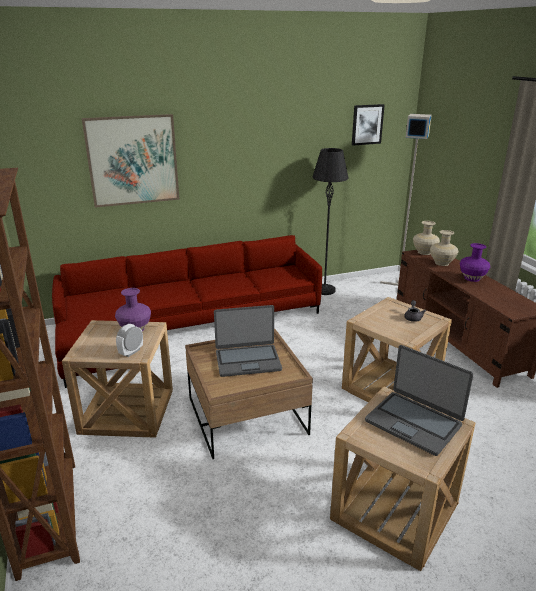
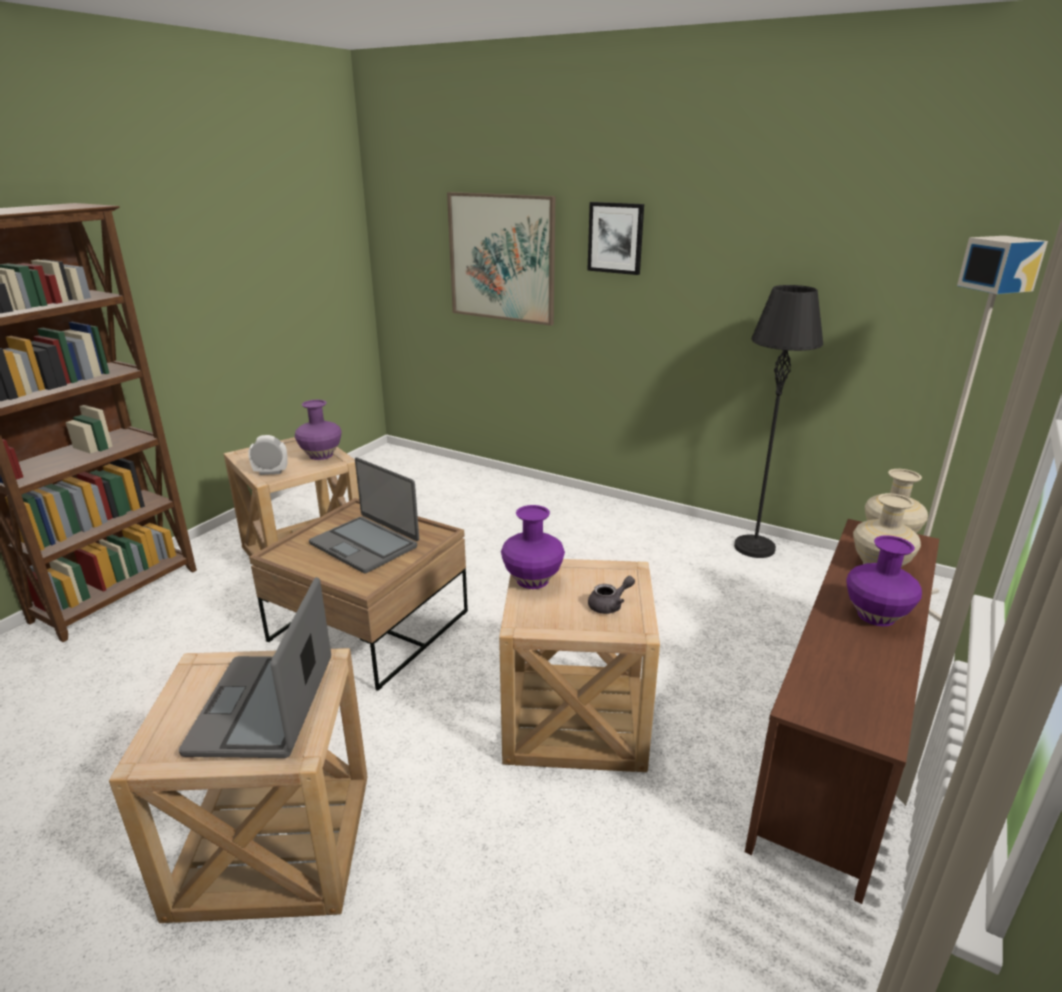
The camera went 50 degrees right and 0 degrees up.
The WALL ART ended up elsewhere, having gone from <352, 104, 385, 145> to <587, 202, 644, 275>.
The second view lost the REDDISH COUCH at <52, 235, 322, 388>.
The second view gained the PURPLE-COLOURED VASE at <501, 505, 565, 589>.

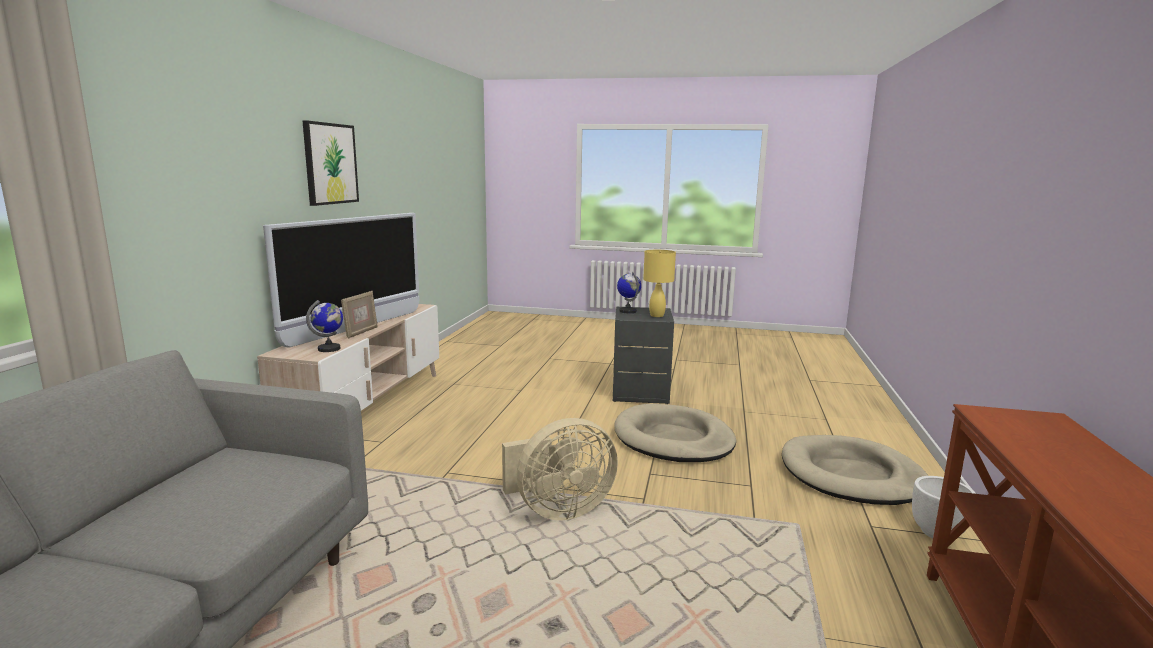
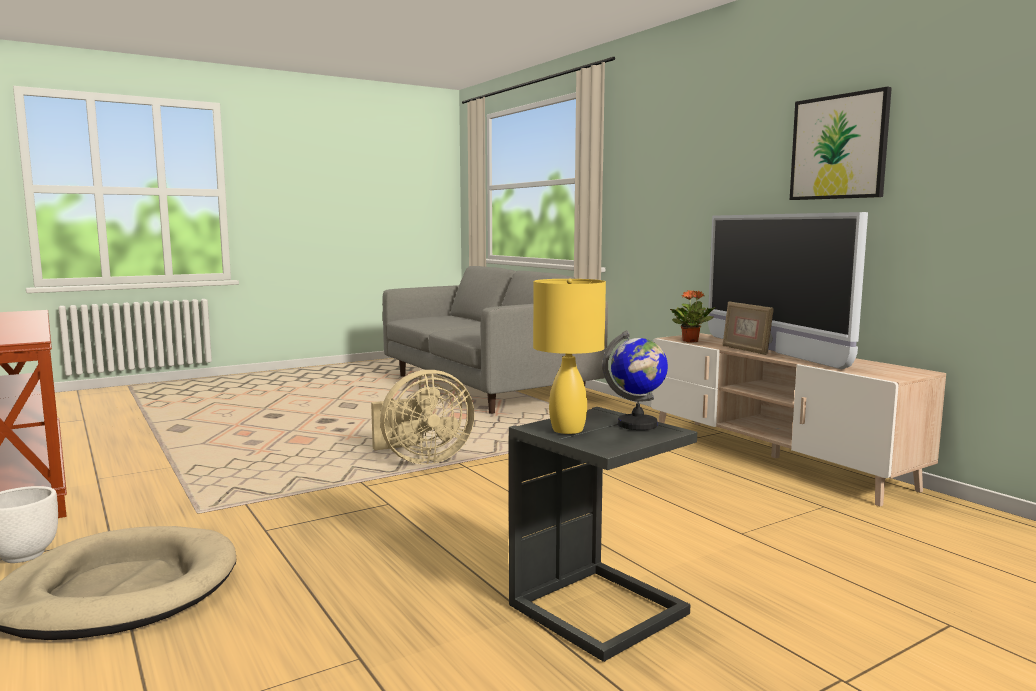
The camera went 135 degrees right and 5 degrees down.
Where the WORLD GLOBE stood at <306, 300, 343, 352>, the HOUSEPLANT came to stand at <670, 290, 716, 343>.
The second view lost the BEIGE DOG CUSHION at <614, 404, 736, 462>.
The BEIGE COOLING FAN at <502, 418, 618, 520> ended up facing another way, 135 degrees counterclockwise from before.

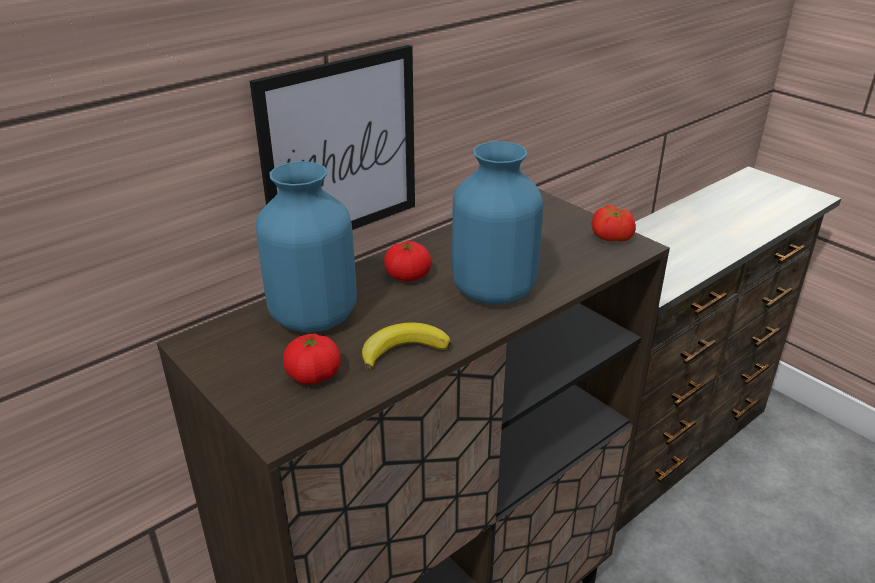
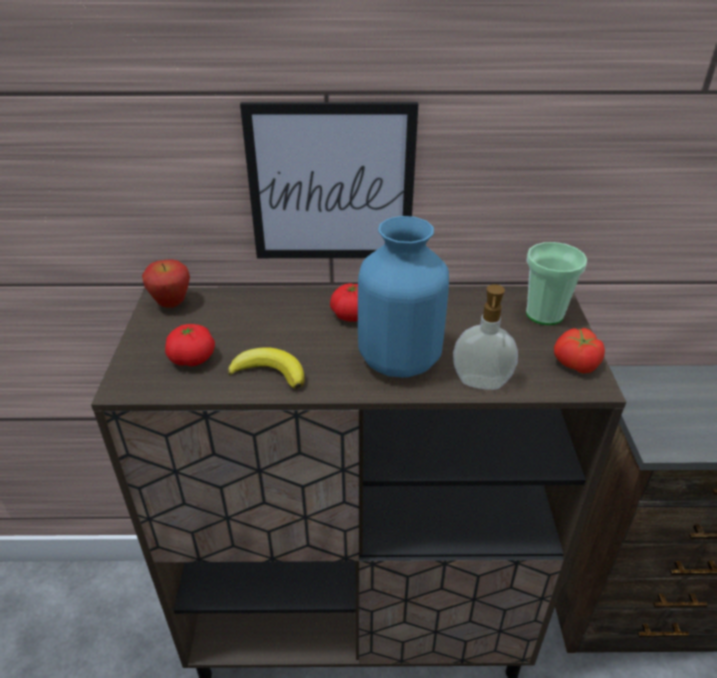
The camera went 40 degrees right and 5 degrees up.
The second view lost the BLUISH VASE at <256, 161, 357, 333>.
The second view gained the CUP at <526, 242, 587, 325>.
The second view gained the WHOLE APPLE at <142, 259, 190, 308>.
The second view gained the SOAP DISPENSER at <453, 284, 518, 390>.

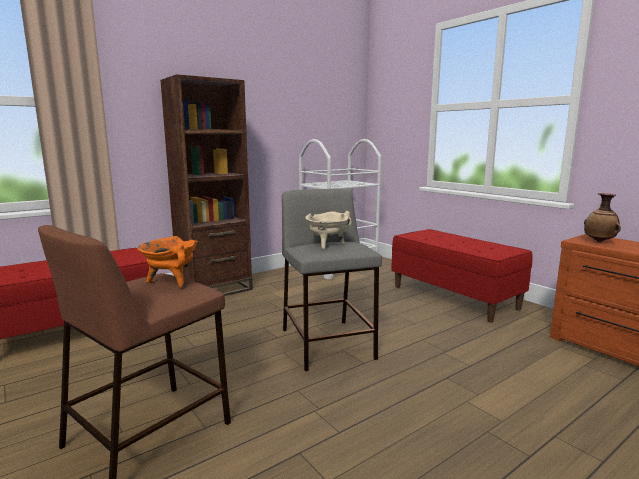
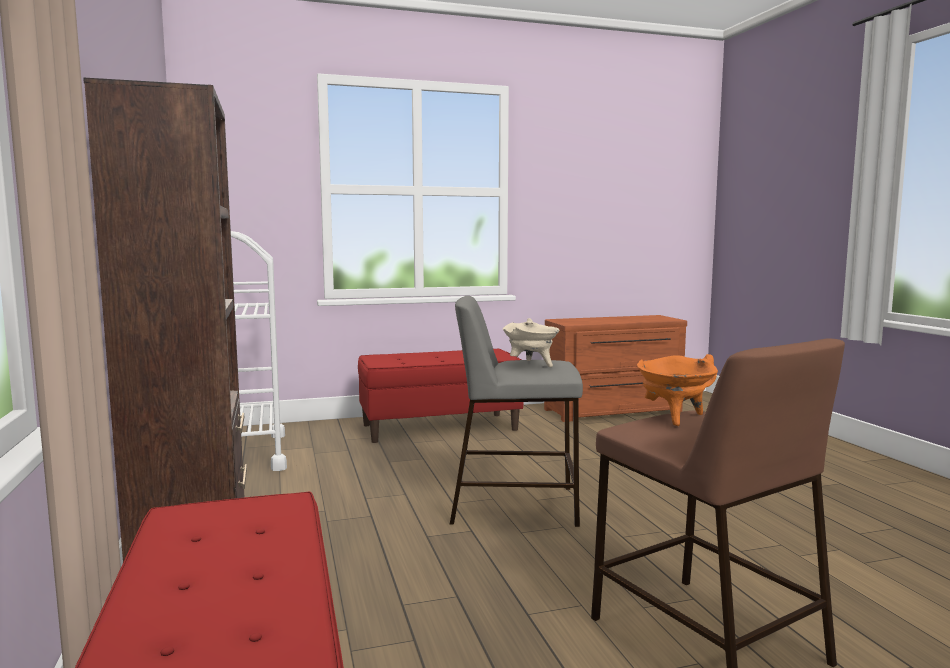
The camera went 70 degrees left and 5 degrees down.
The second view lost the VASE at <584, 193, 621, 242>.

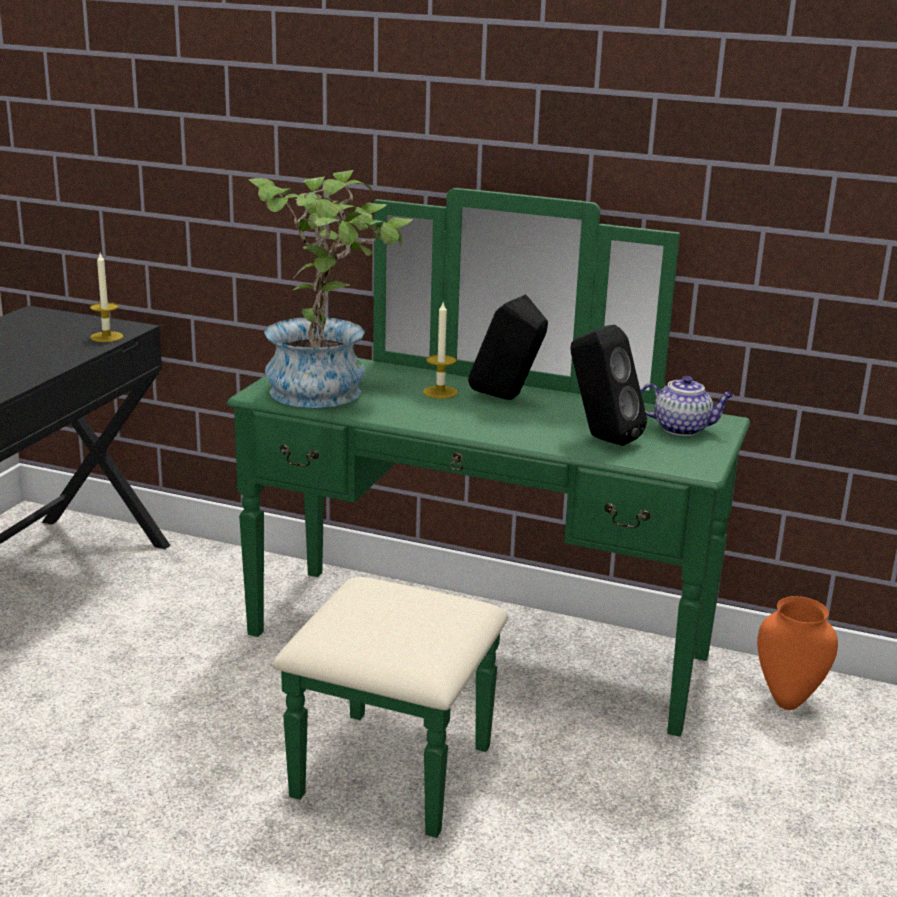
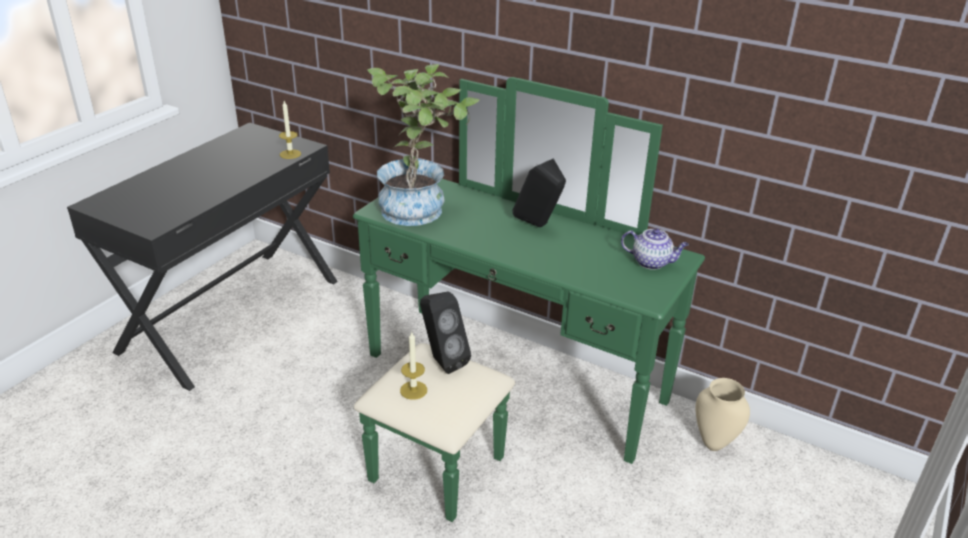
The camera went 10 degrees right and 10 degrees up.
The WAX LIGHT ended up elsewhere, having gone from <423, 302, 458, 399> to <400, 332, 427, 400>.
The BLACK-COLOURED SPEAKER ended up elsewhere, having gone from <570, 325, 647, 446> to <420, 291, 471, 374>.
What was the ORANGE VASE at <757, 596, 838, 710> turned into the BEIGE VASE at <695, 378, 750, 451>.

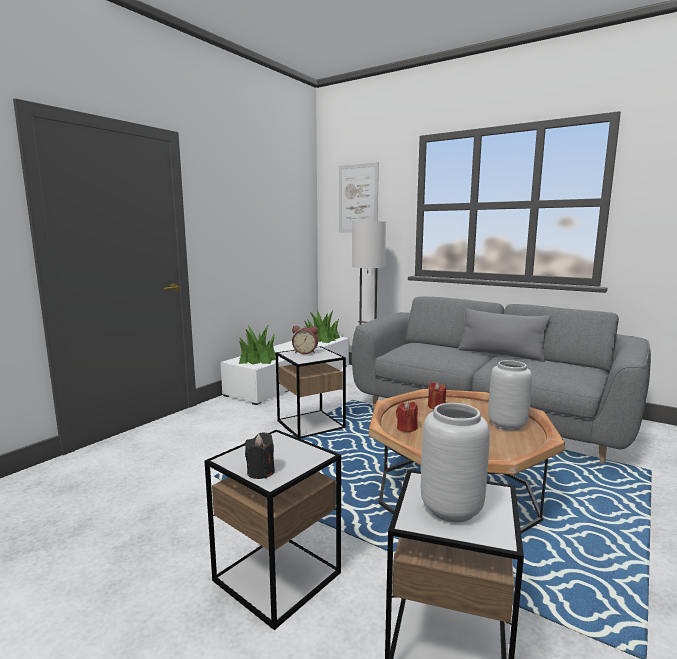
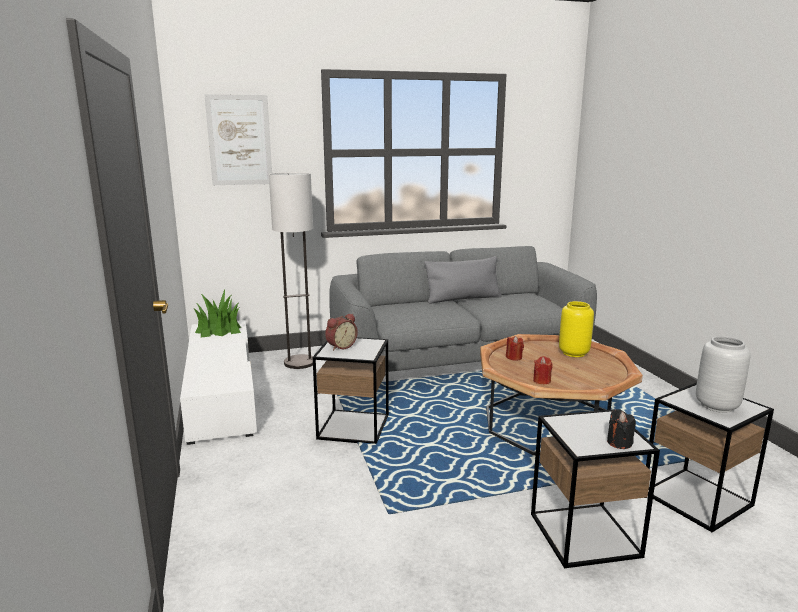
The camera went 50 degrees left and 5 degrees up.
The second view lost the HOUSEPLANT at <239, 324, 276, 364>.
What was the GRAY VASE at <488, 360, 532, 431> turned into the YELLOW VASE at <559, 301, 594, 357>.

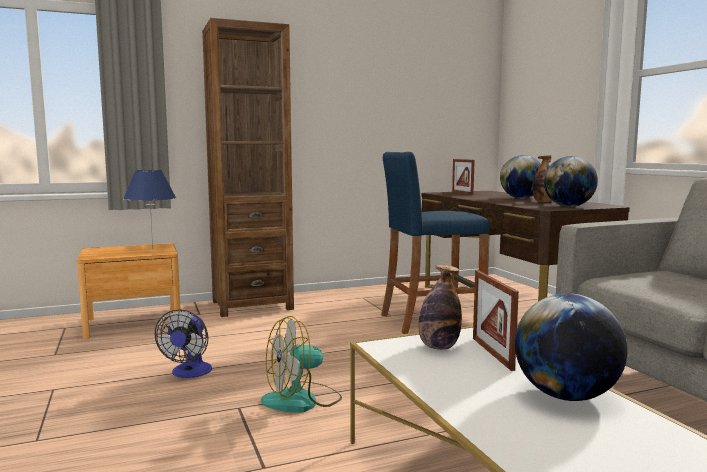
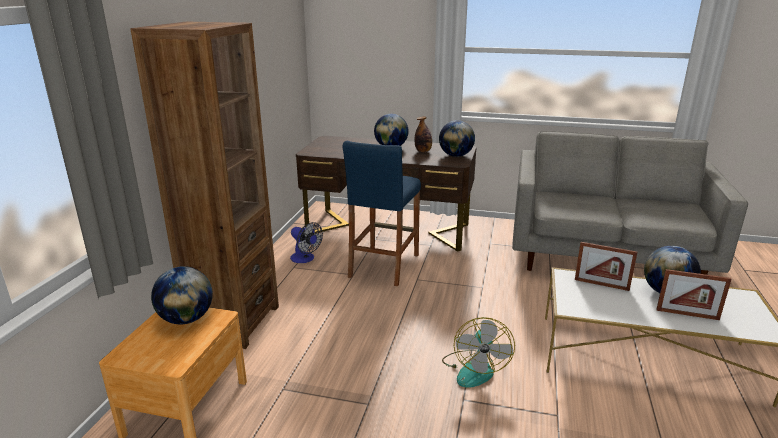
The camera went 55 degrees left and 15 degrees up.
The PICTURE FRAME ended up elsewhere, having gone from <452, 159, 475, 195> to <656, 269, 731, 320>.
Where the BLUISH LAMP FOR A TABLE stood at <123, 170, 176, 249>, the WORLD GLOBE came to stand at <151, 266, 213, 324>.
The second view lost the DRINK BOTTLE at <419, 265, 462, 350>.
The COOLING FAN ended up elsewhere, having gone from <155, 310, 212, 378> to <290, 222, 323, 263>.

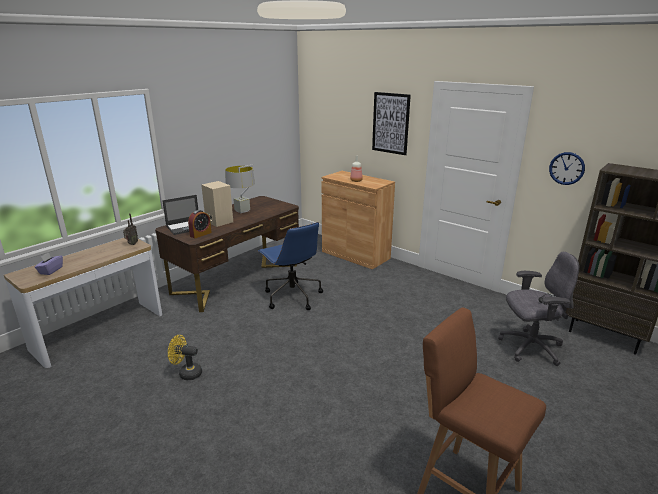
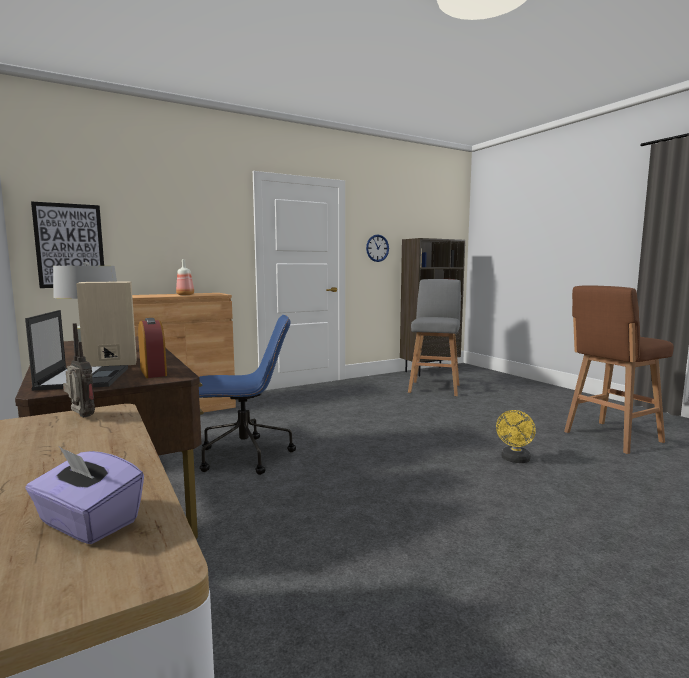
The camera went 70 degrees left and 15 degrees down.
The WALL ART ended up elsewhere, having gone from <372, 92, 411, 155> to <31, 201, 104, 288>.
Where the GRAY OFFICE CHAIR stood at <499, 252, 579, 366>, the GRAY SITTING STOOL came to stand at <408, 279, 461, 396>.
The YELLOW COOLING FAN ended up elsewhere, having gone from <168, 335, 202, 380> to <496, 410, 536, 463>.

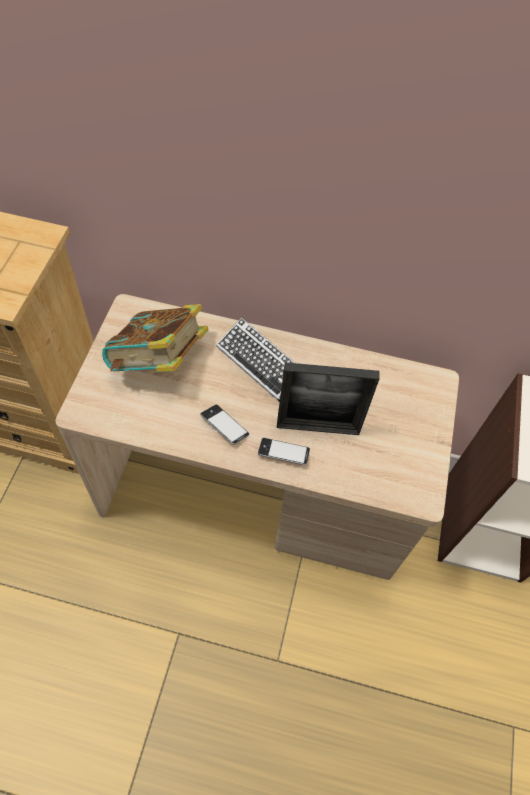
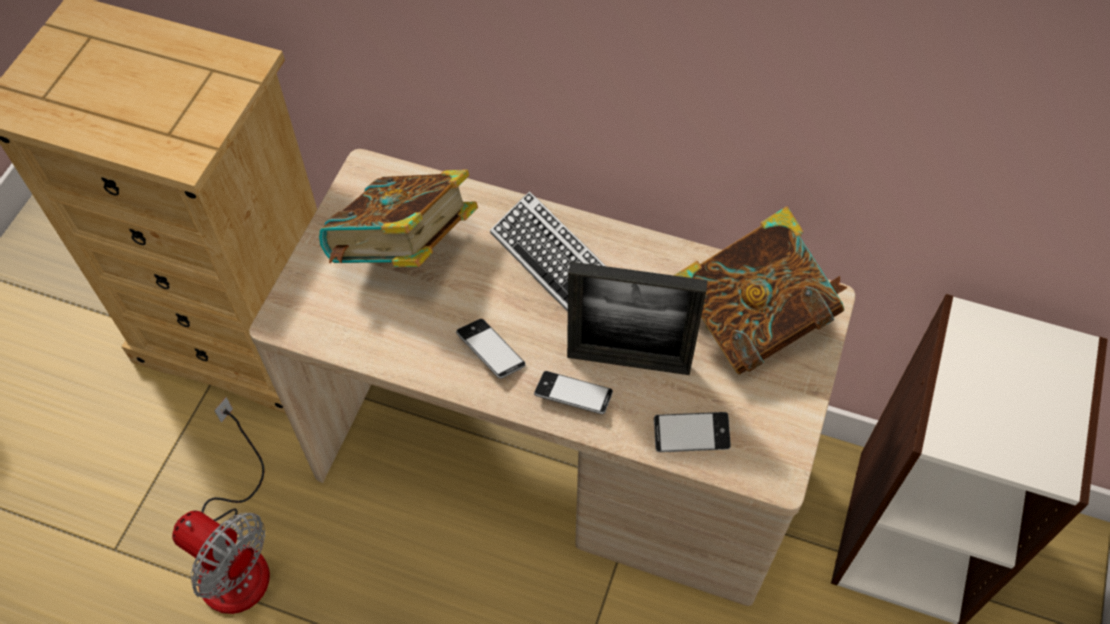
The camera went 10 degrees right and 0 degrees up.
The second view gained the VOLUME at <673, 206, 848, 375>.
The second view gained the COOLING FAN at <172, 397, 270, 614>.
The second view gained the TELEPHONE at <654, 412, 731, 452>.

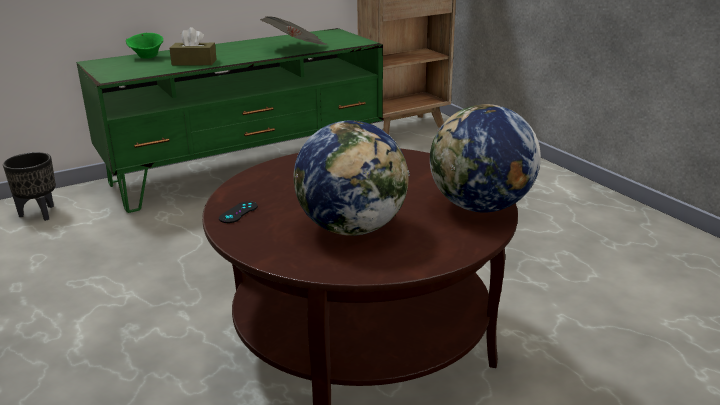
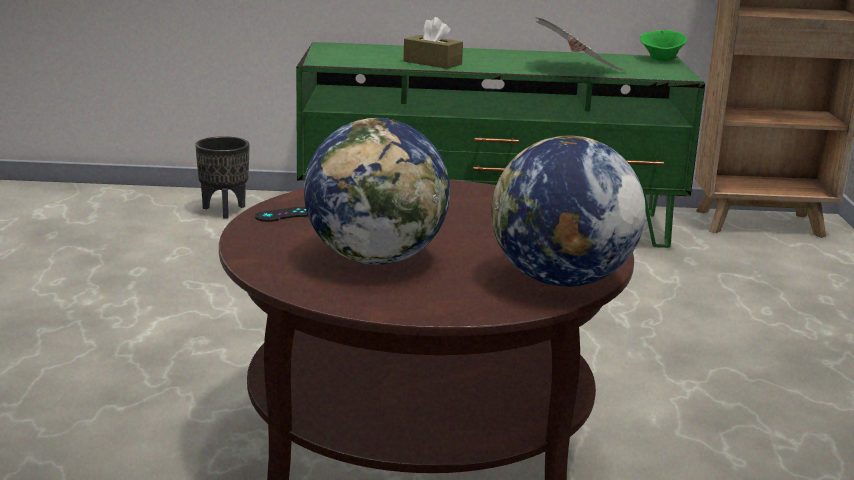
The camera went 30 degrees right and 5 degrees down.
The GREEN-COLOURED DEEP DISH ended up elsewhere, having gone from <126, 33, 163, 59> to <640, 30, 687, 62>.

